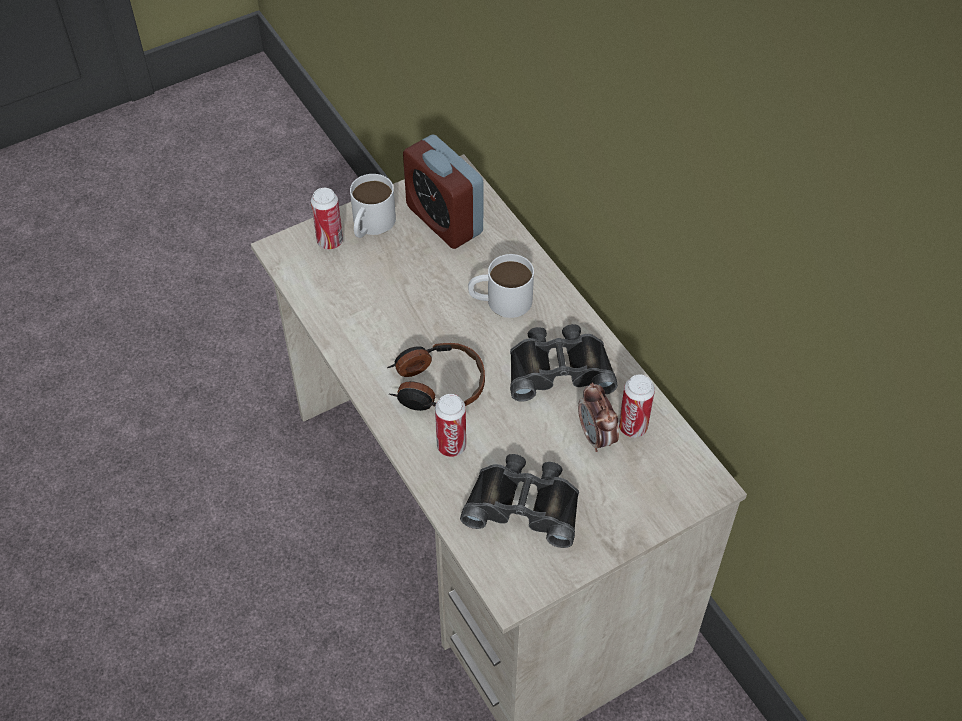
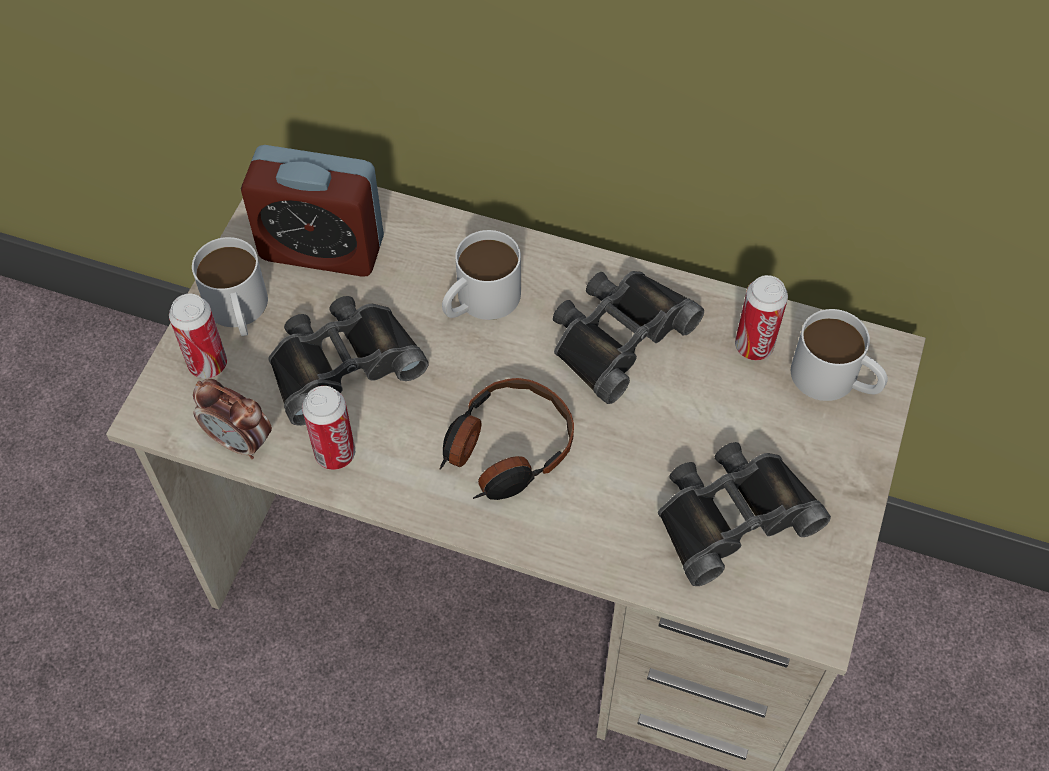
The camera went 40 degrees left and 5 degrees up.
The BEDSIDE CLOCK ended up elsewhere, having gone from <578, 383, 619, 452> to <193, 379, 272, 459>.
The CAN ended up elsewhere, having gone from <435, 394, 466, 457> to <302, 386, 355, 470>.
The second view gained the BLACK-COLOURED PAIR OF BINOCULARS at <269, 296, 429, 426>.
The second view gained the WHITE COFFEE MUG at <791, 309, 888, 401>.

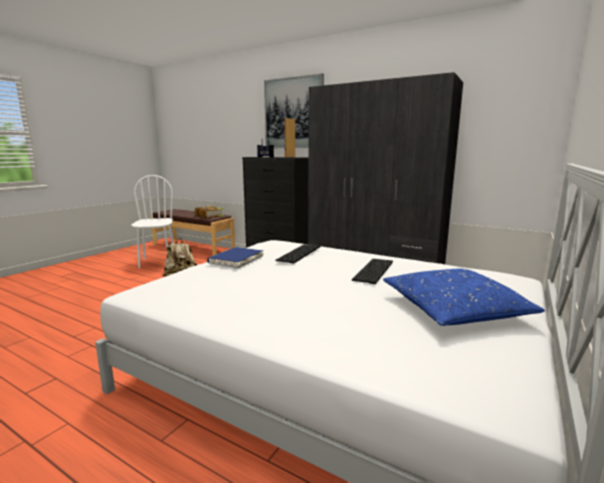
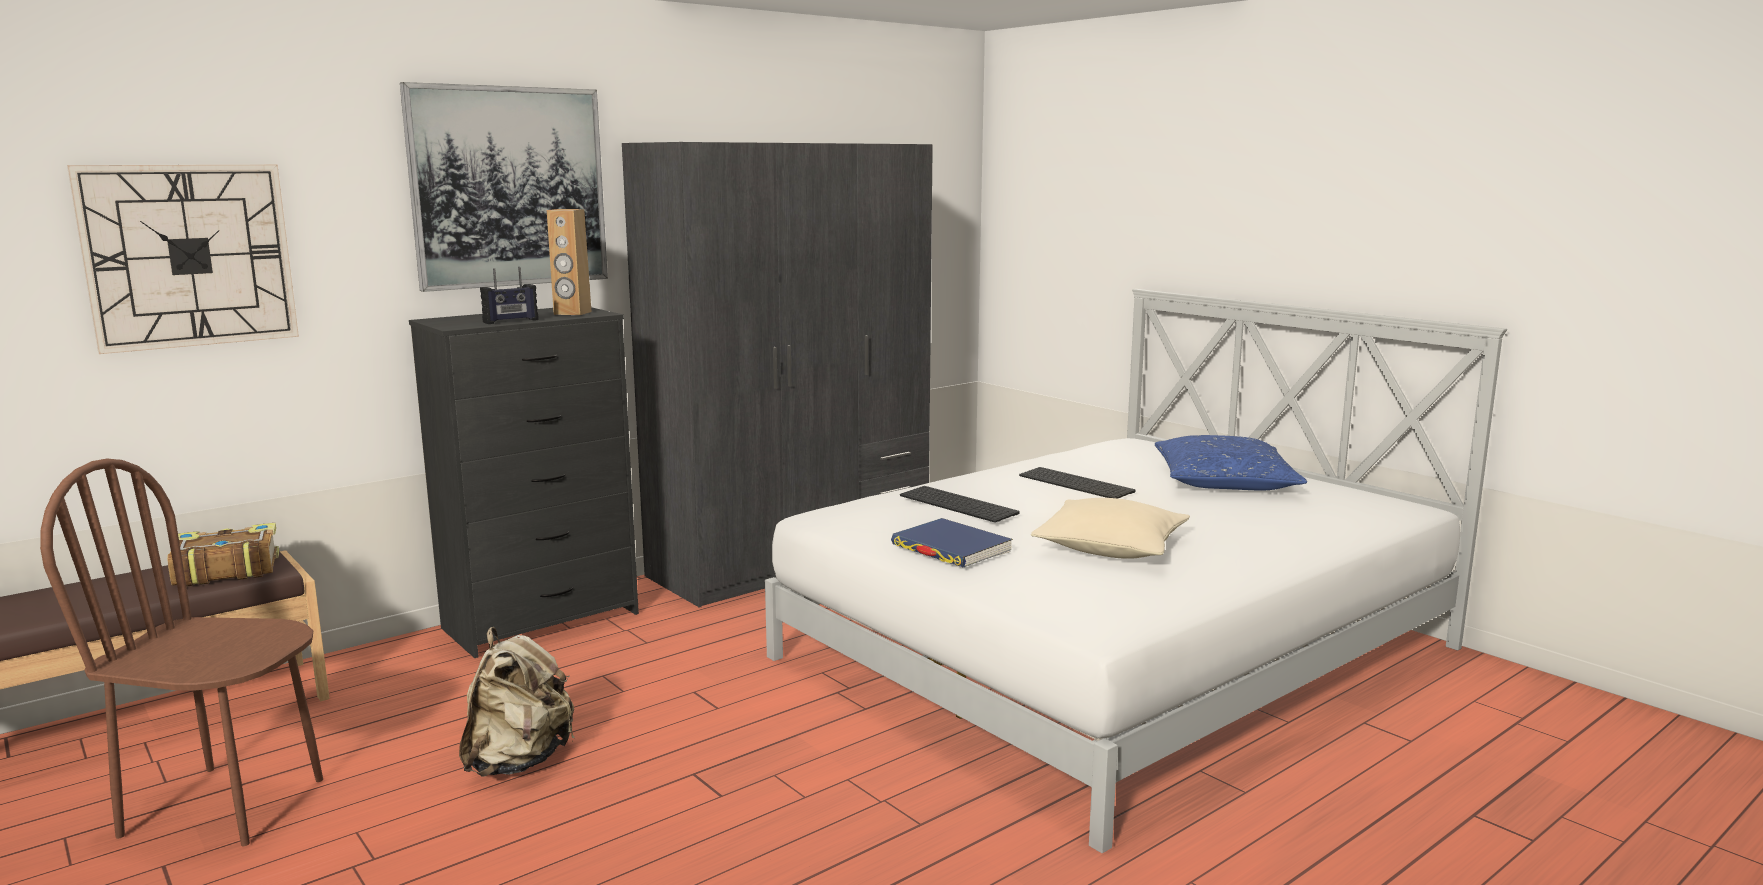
The camera went 70 degrees left and 0 degrees up.
What was the WHITE UPRIGHT CHAIR at <131, 175, 174, 268> turned into the BROWNISH UPRIGHT CHAIR at <40, 458, 323, 846>.
The second view gained the WALL CLOCK at <67, 165, 299, 354>.
The second view gained the BEIGE THROW PILLOW at <1031, 498, 1190, 559>.

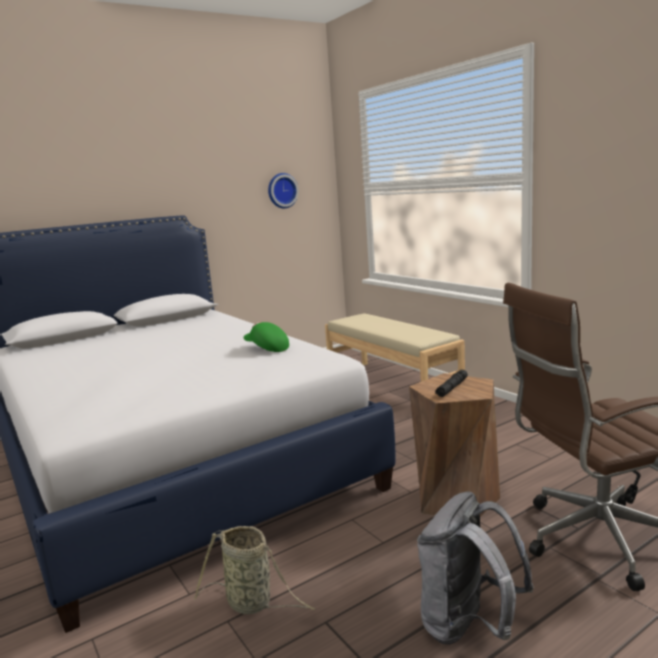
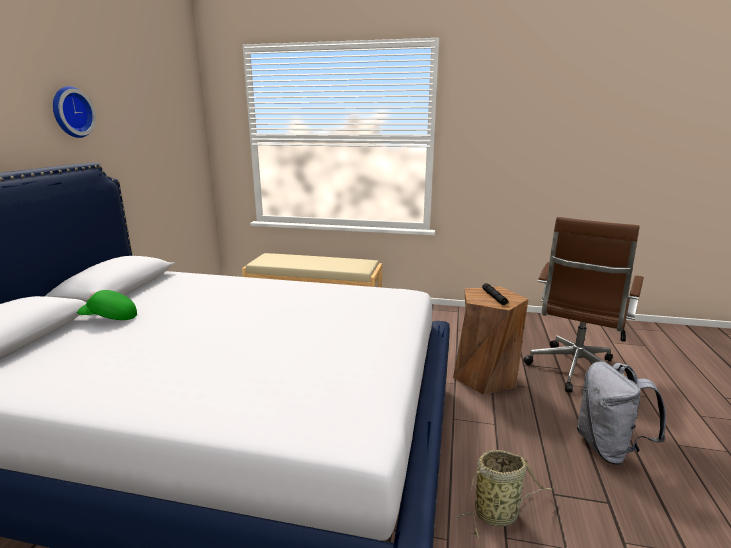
The camera went 45 degrees left and 5 degrees up.
The WALL CLOCK ended up elsewhere, having gone from <268, 173, 299, 208> to <53, 86, 96, 138>.
The GREEN-COLOURED BASEBALL CAP ended up elsewhere, having gone from <244, 322, 289, 352> to <77, 290, 137, 320>.

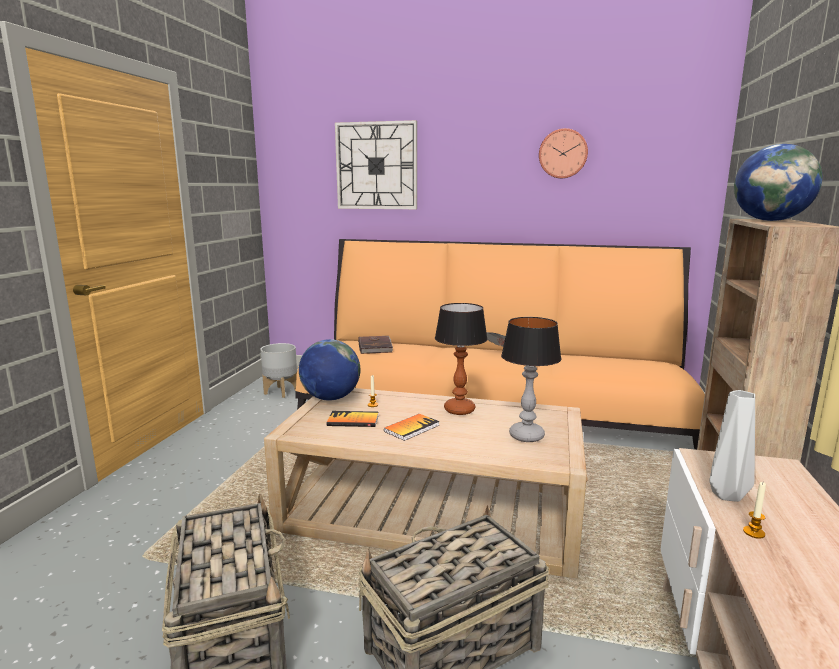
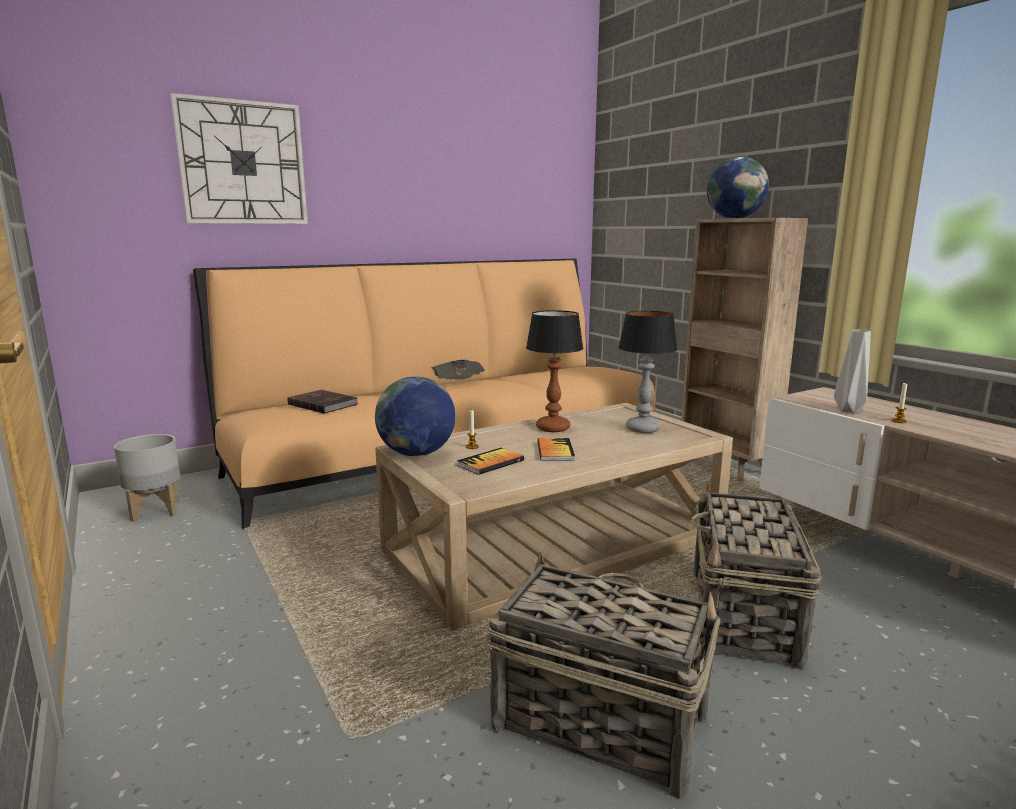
The camera went 45 degrees left and 0 degrees up.
The second view lost the WALL CLOCK at <539, 128, 588, 178>.

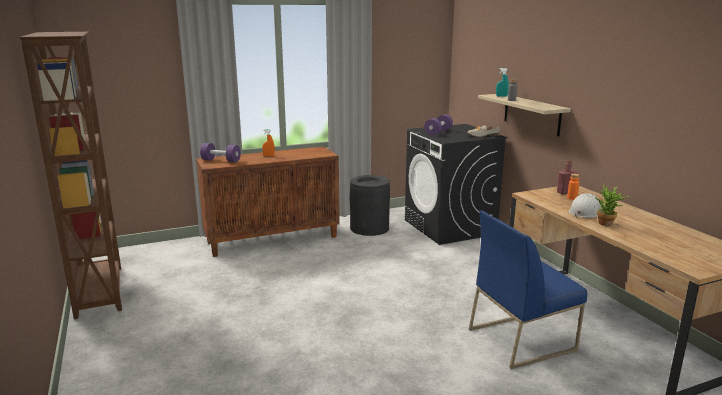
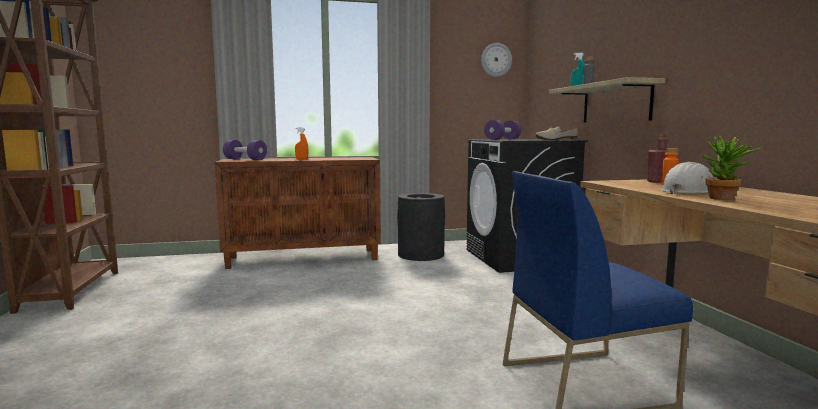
The camera went 10 degrees right and 10 degrees down.
The second view gained the WALL CLOCK at <481, 43, 512, 77>.

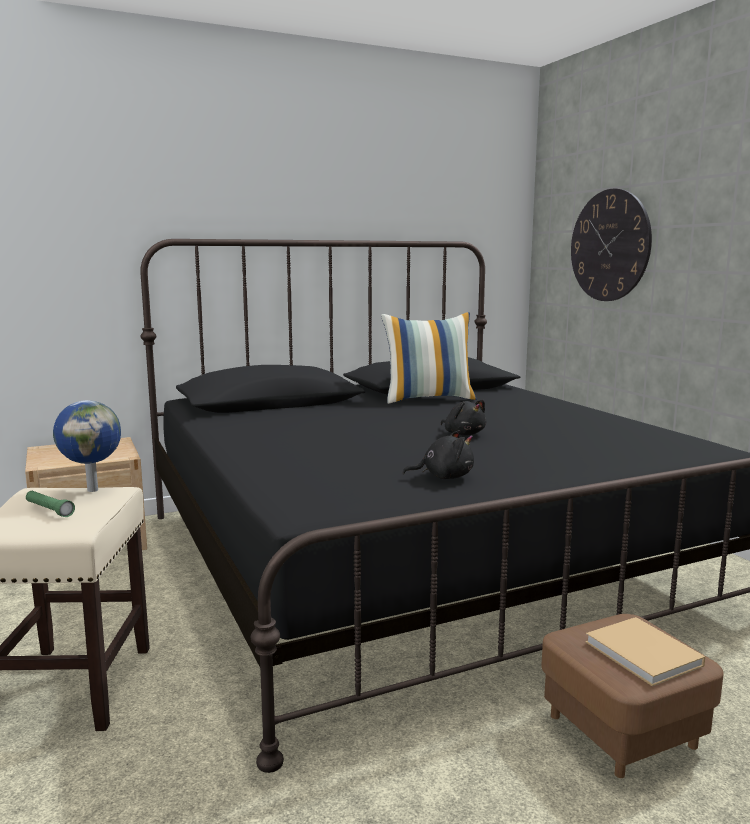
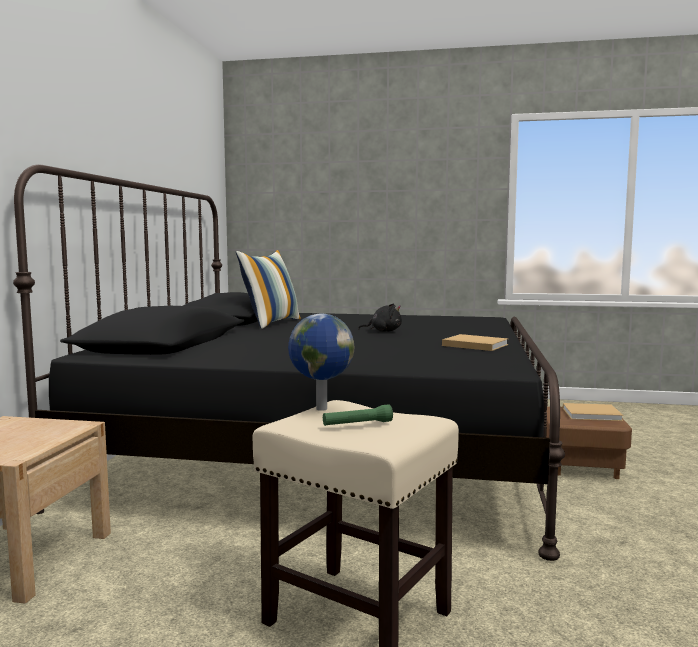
The camera went 55 degrees left and 5 degrees down.
The second view lost the WALL CLOCK at <571, 189, 652, 301>.
Where the BLACK-COLOURED CUDDLY TOY stood at <403, 430, 474, 479>, the BEIGE VOLUME came to stand at <442, 334, 508, 351>.

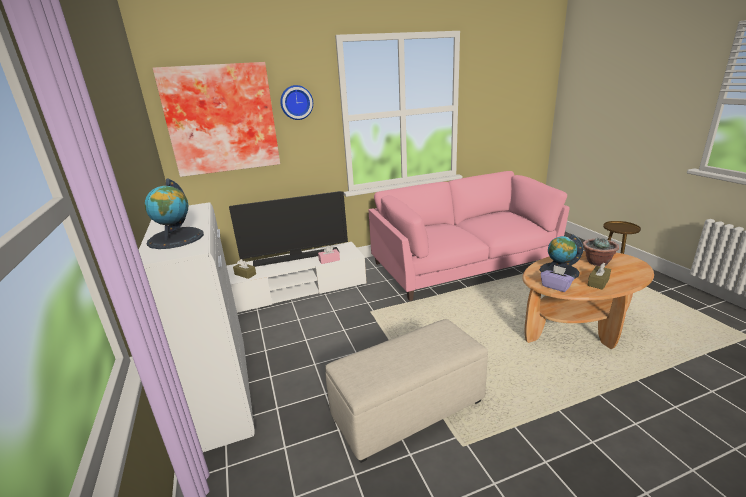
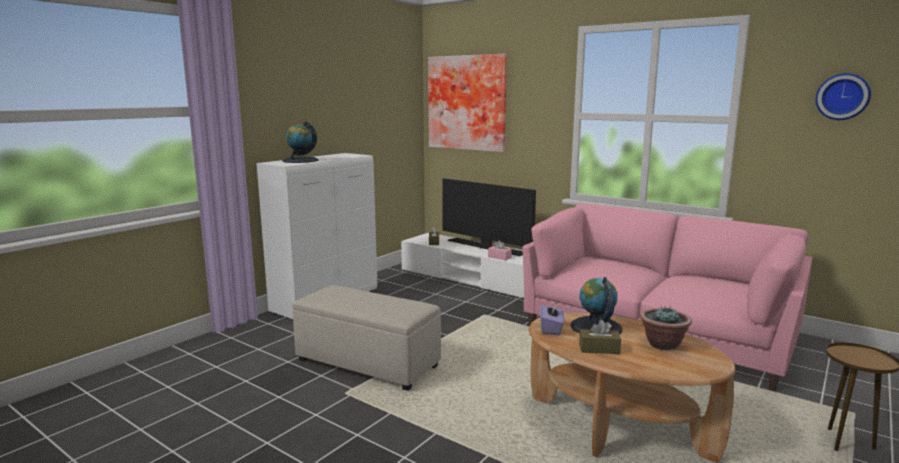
The camera went 55 degrees right and 10 degrees down.
The WALL CLOCK ended up elsewhere, having gone from <280, 85, 313, 120> to <815, 73, 871, 120>.

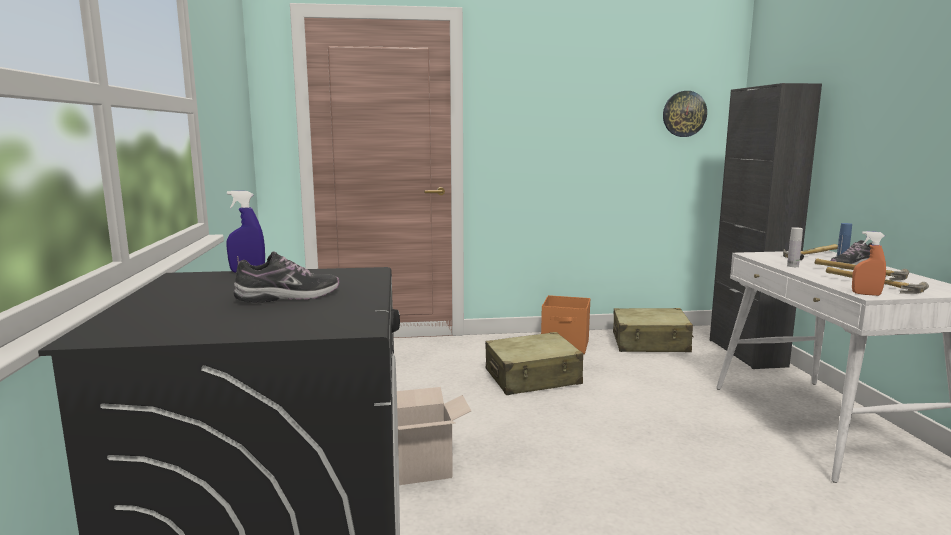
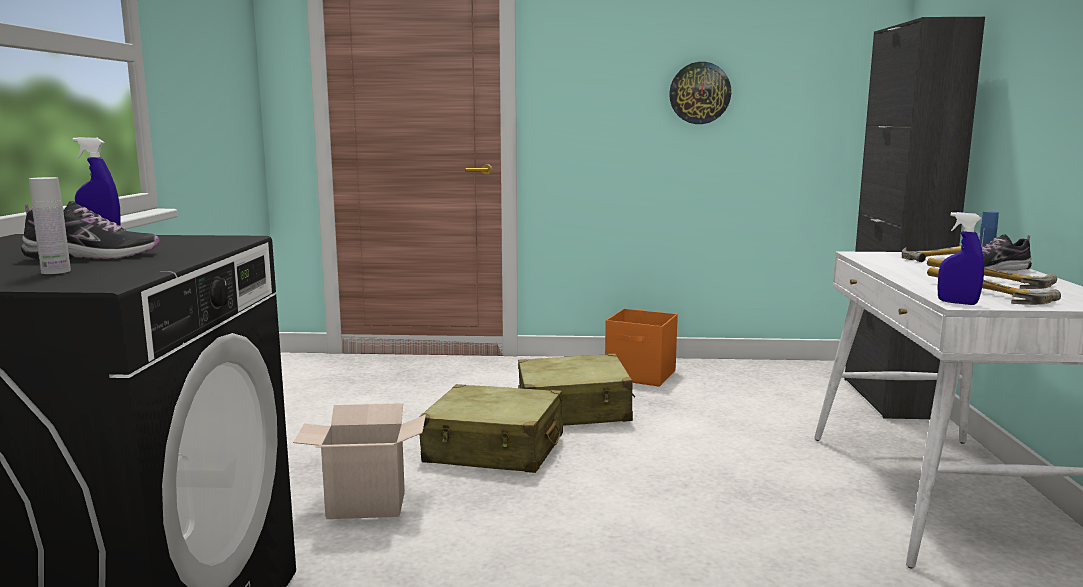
The camera went 10 degrees right and 0 degrees up.
The WALL CLOCK ended up elsewhere, having gone from <663, 91, 707, 137> to <669, 62, 731, 124>.
The WHITE DRINK BOTTLE ended up elsewhere, having gone from <787, 227, 803, 267> to <29, 177, 71, 274>.
What was the ORANGE SPRAYER at <852, 231, 886, 296> turned into the BLUISH SPRAYER at <937, 212, 984, 305>.
The BEIGE PIECE OF LUGGAGE ended up elsewhere, having gone from <613, 308, 694, 352> to <419, 384, 563, 473>.

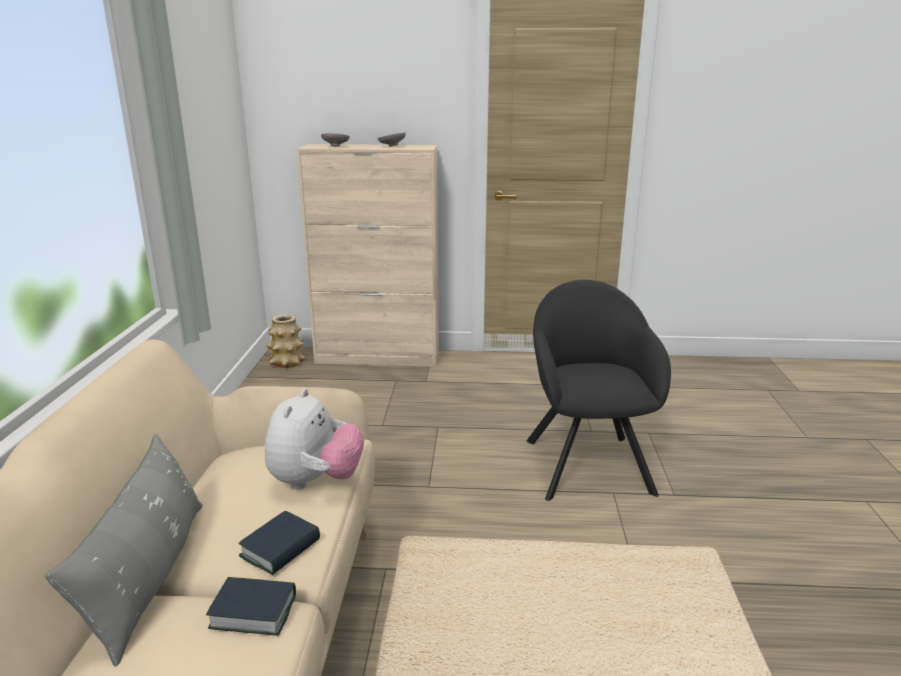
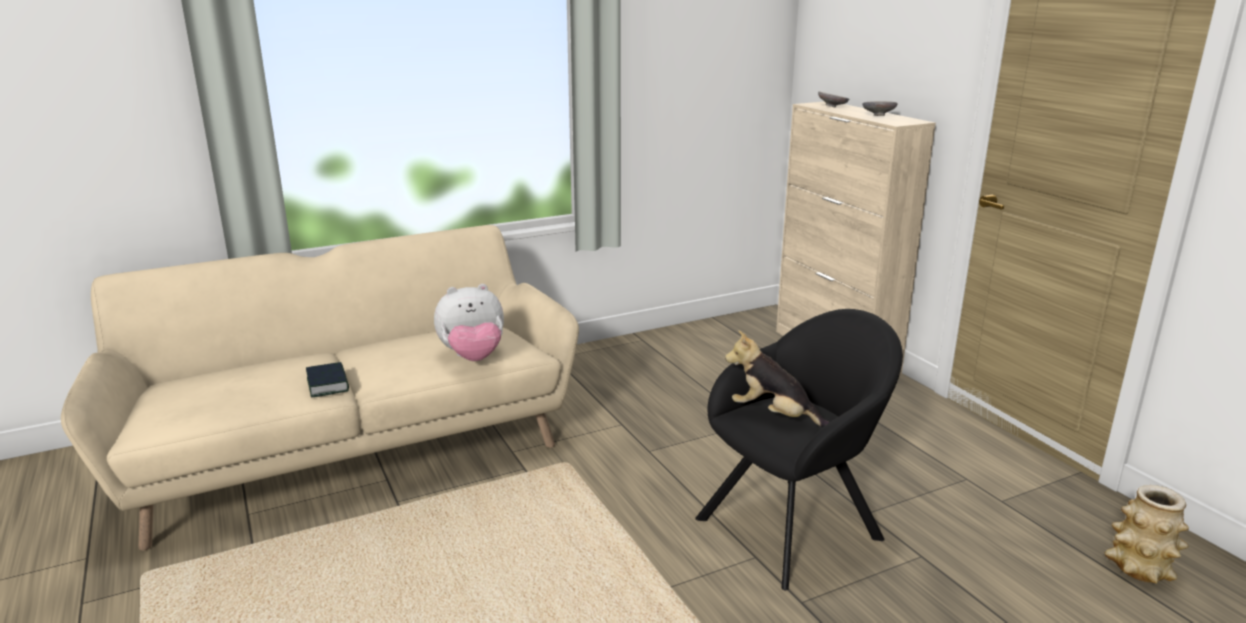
The camera went 60 degrees right and 0 degrees up.
The VASE ended up elsewhere, having gone from <266, 314, 306, 368> to <1105, 485, 1189, 583>.
The second view lost the GRAY THROW PILLOW at <45, 434, 202, 667>.
The second view lost the VOLUME at <239, 511, 320, 575>.
The second view gained the CUDDLY TOY at <725, 330, 829, 428>.

